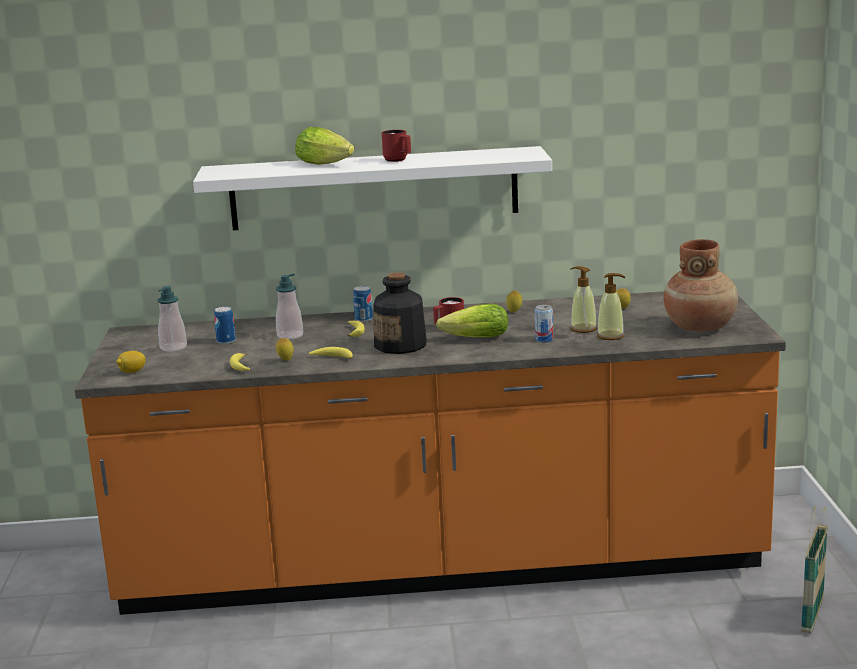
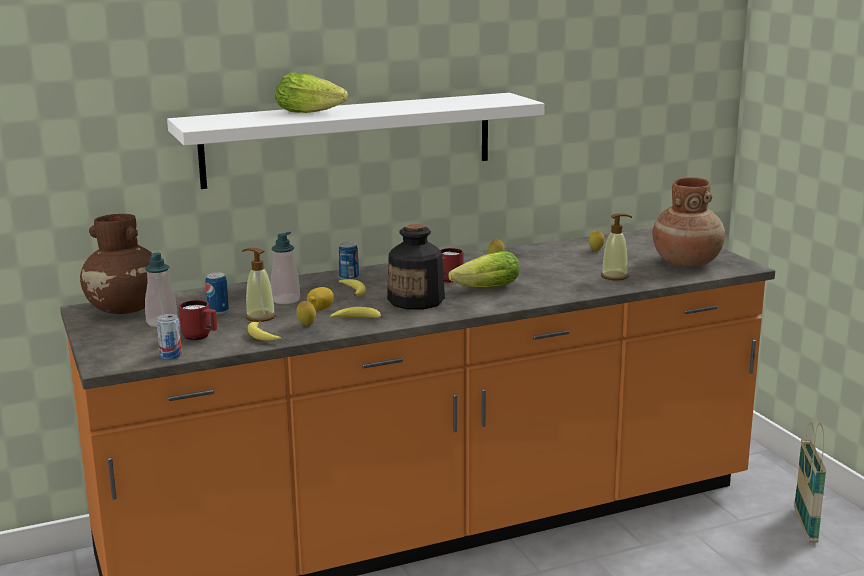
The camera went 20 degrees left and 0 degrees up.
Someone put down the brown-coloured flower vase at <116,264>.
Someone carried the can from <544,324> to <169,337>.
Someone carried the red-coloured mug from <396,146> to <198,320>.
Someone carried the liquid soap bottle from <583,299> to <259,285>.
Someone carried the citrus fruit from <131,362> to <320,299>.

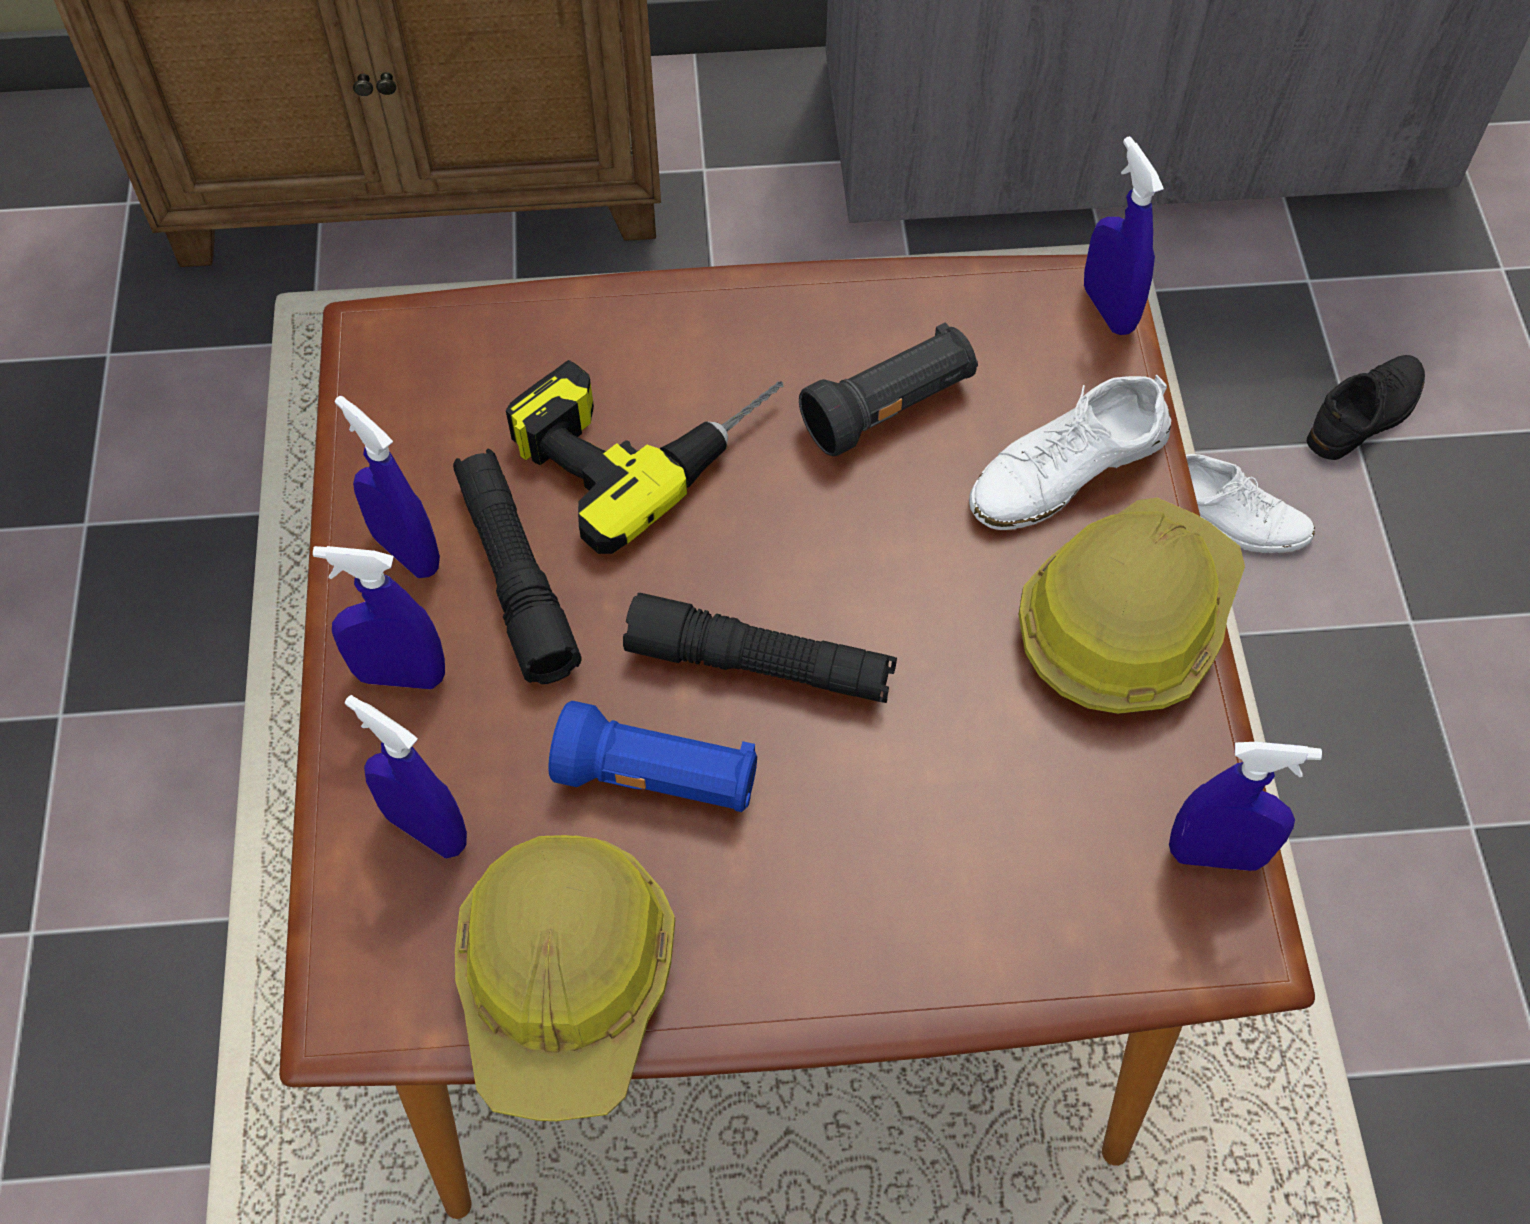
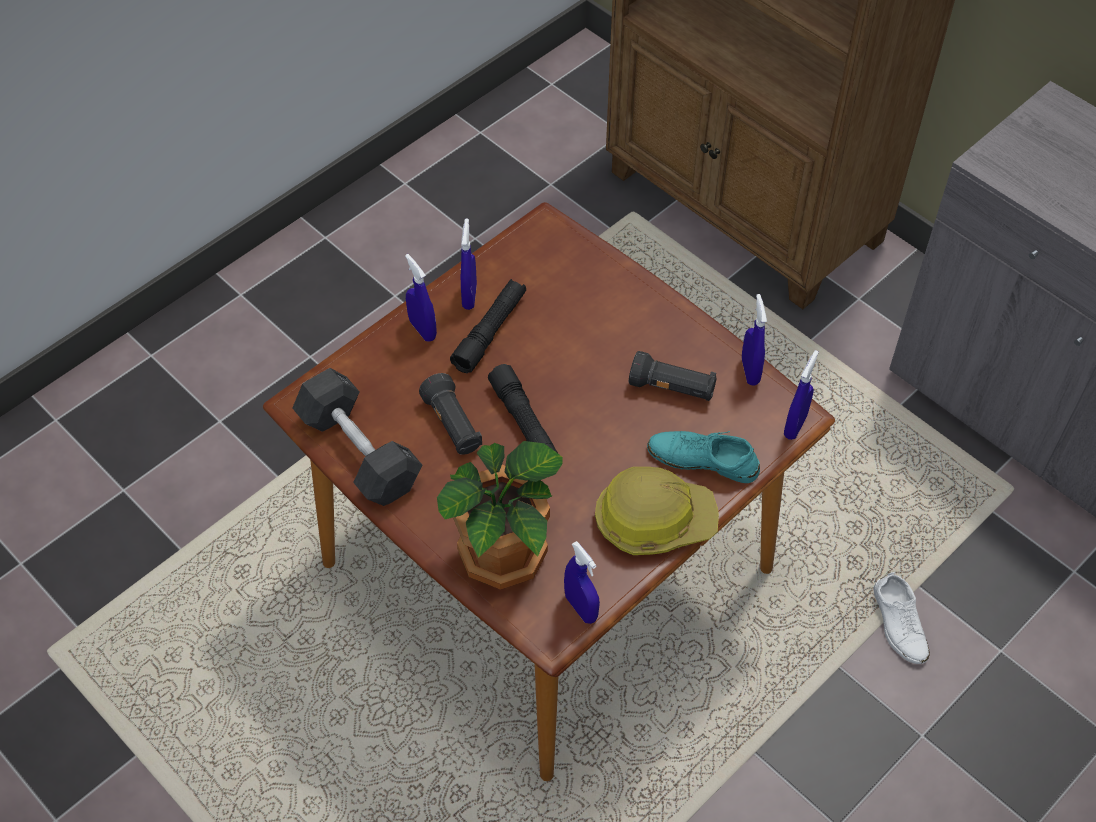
The camera went 50 degrees right and 5 degrees down.
Someone swapped the safety helmet at <565,978> for the greyish hand weight at <357,437>.
Someone repainted the blue torch at <652,756>, which became the blackish torch at <450,414>.
Someone put down the potted plant at <500,515>.
Someone repainted the white-coloured shoe at <1070,452>, which became the turquoise-coloured shoe at <703,457>.
Someone carried the blue spray bottle from <406,776> to <754,340>.
Someone took away the electric drill at <645,457>.
Someone took away the blackish shoe at <1366,407>.

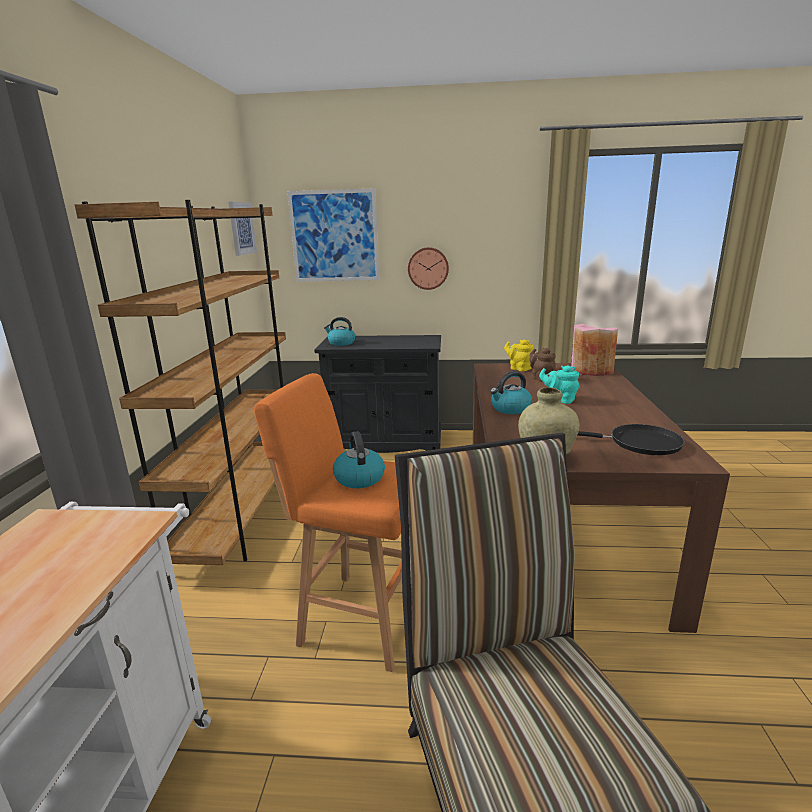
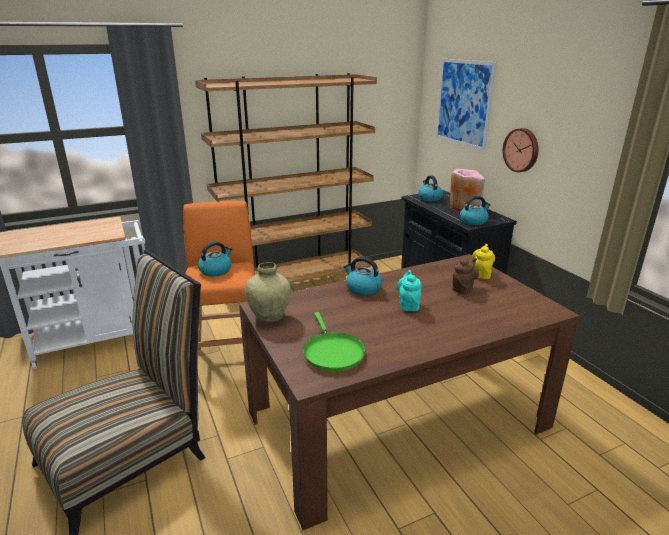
The camera went 60 degrees right and 5 degrees up.
Someone repainted the blackish pan at <631,439>, which became the green-coloured pan at <334,341>.
Someone carried the pink-coloured flower vase from <594,350> to <467,190>.
Someone put down the tea kettle at <475,210>.
Someone took away the picture at <243,229>.

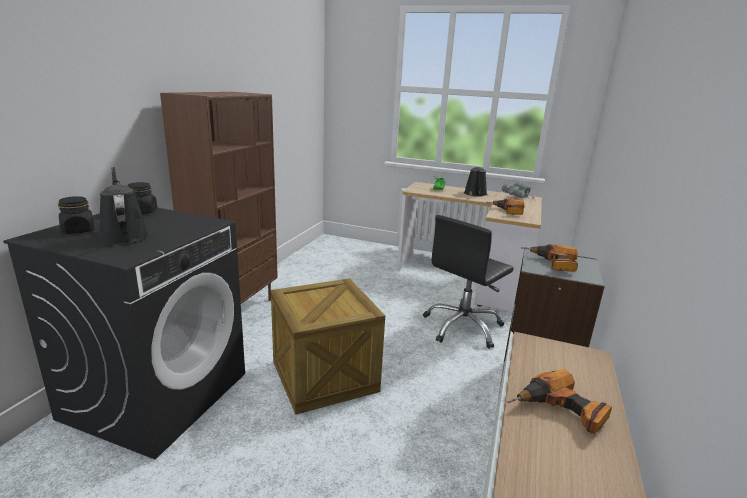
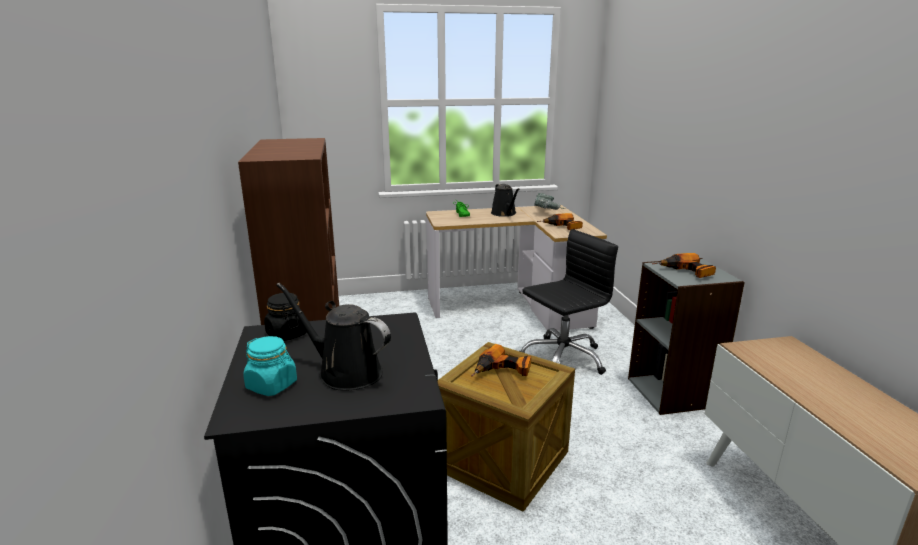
The camera went 30 degrees left and 0 degrees up.
Someone repainted the blackish preserve jar at <76,215>, which became the turquoise-coloured preserve jar at <270,366>.
Someone carried the electric drill from <560,402> to <501,360>.
Someone rotated the blackish office chair at <468,282> by 135 degrees counterclockwise.

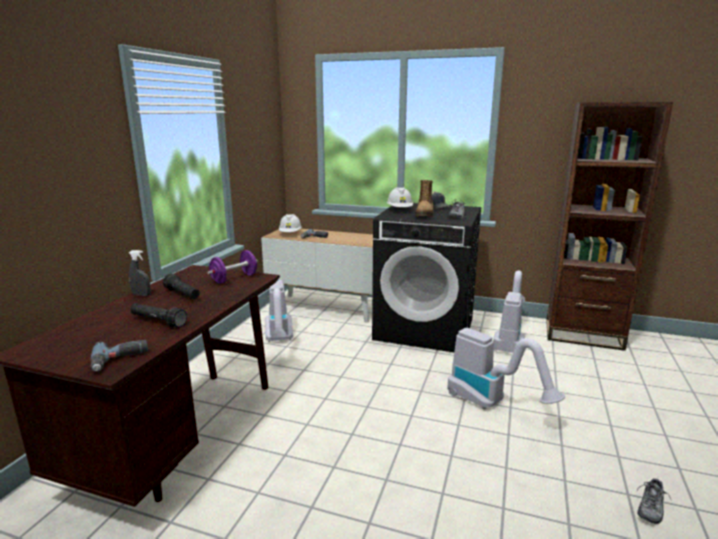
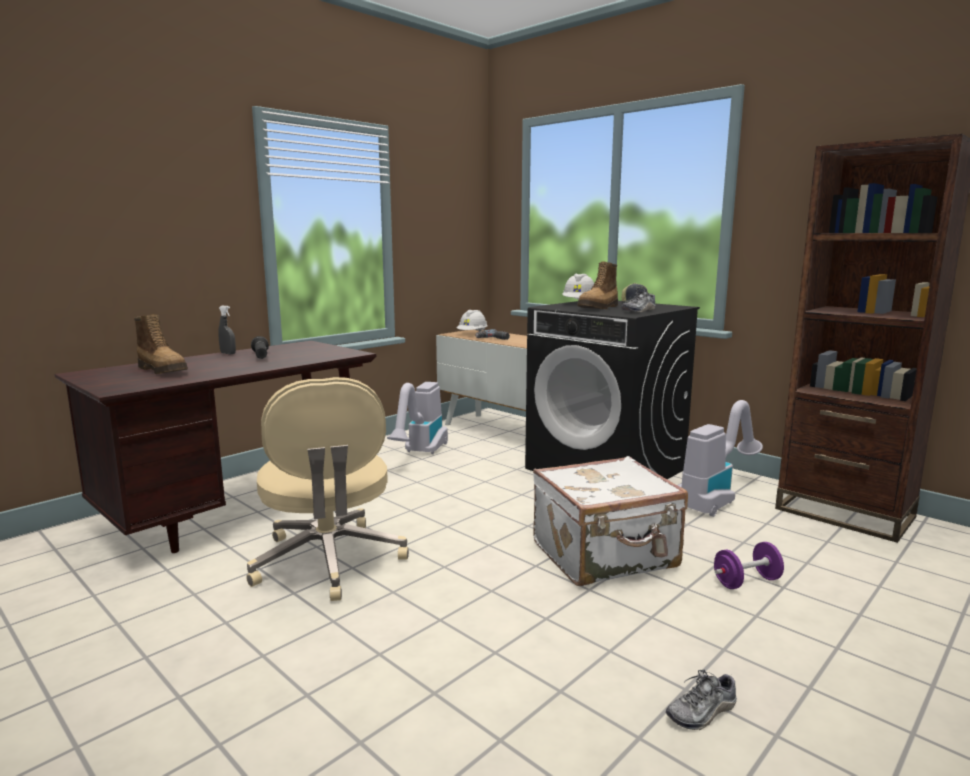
The camera went 25 degrees right and 5 degrees down.
Someone put down the high-top boot at <161,344>.
Someone put down the beige office chair at <327,489>.
Someone swapped the vacuum cleaner at <506,368> for the white-coloured suitcase at <610,521>.
Someone carried the purplish hand weight from <233,267> to <749,565>.
Someone took away the electric drill at <119,356>.
Someone took away the blackish torch at <158,315>.

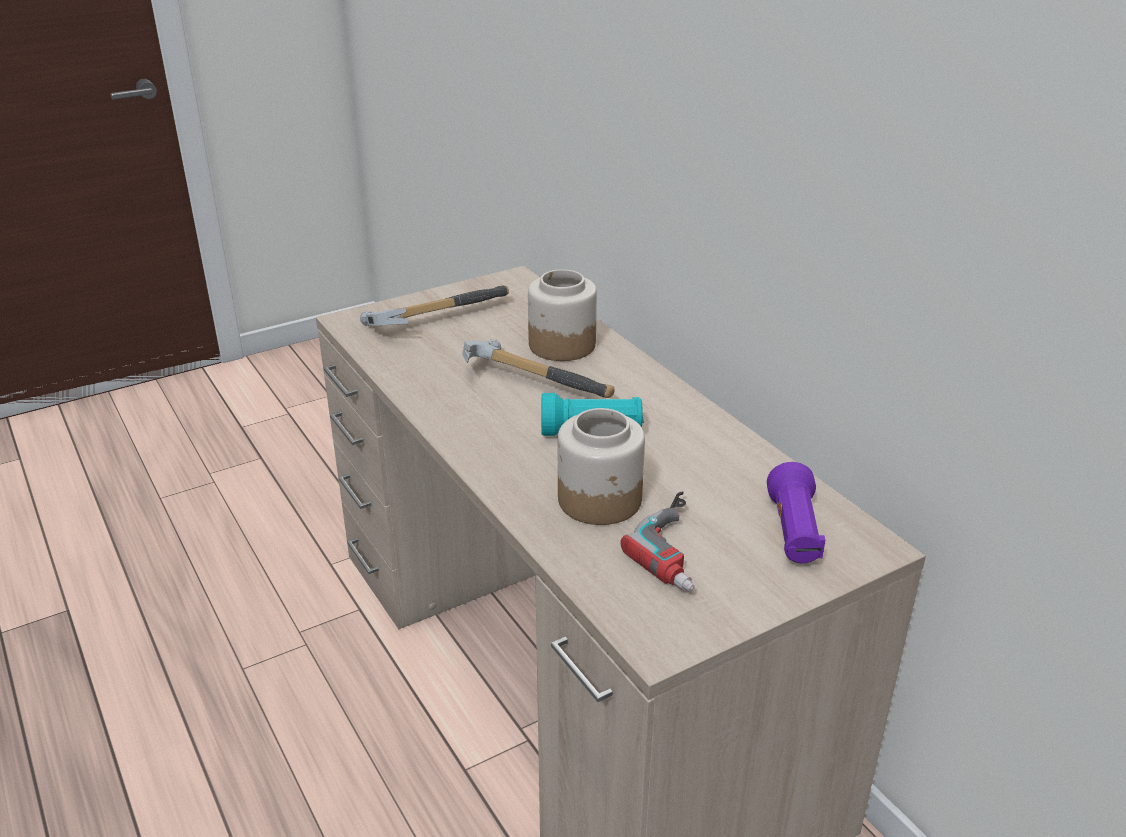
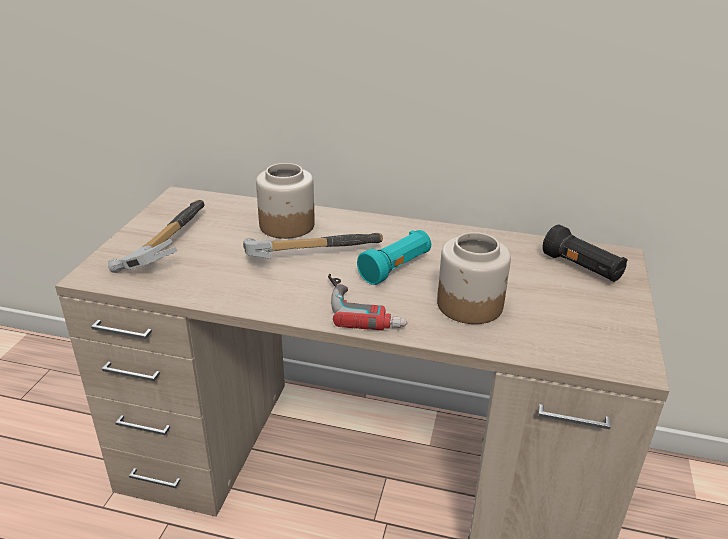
The camera went 45 degrees left and 0 degrees up.
Someone carried the electric drill from <657,541> to <367,302>.
Someone repainted the purplish torch at <796,512>, which became the blackish torch at <585,253>.

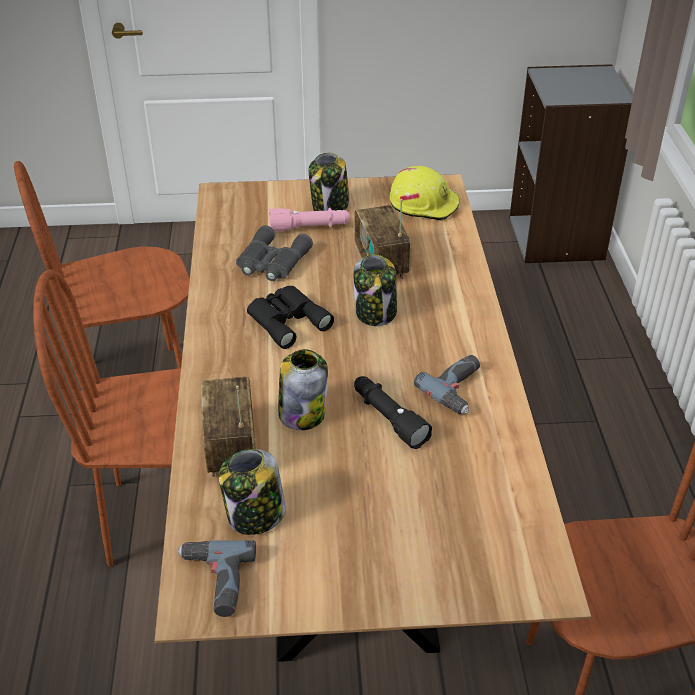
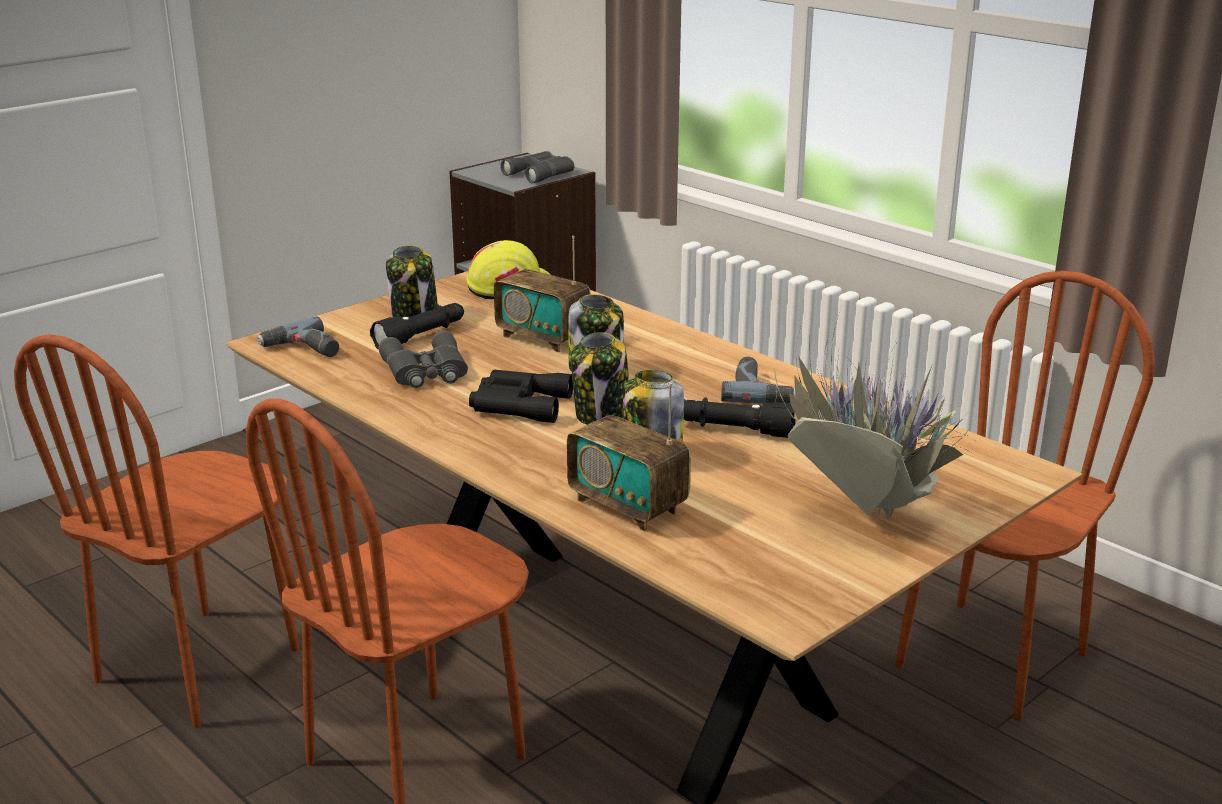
The camera went 40 degrees left and 15 degrees down.
Someone carried the electric drill from <217,578> to <298,336>.
Someone repainted the pink-coloured torch at <309,220>, which became the blackish torch at <417,326>.
Someone put down the greyish binoculars at <537,167>.
Someone carried the preserve jar from <252,492> to <600,378>.
Someone put down the potted plant at <892,411>.

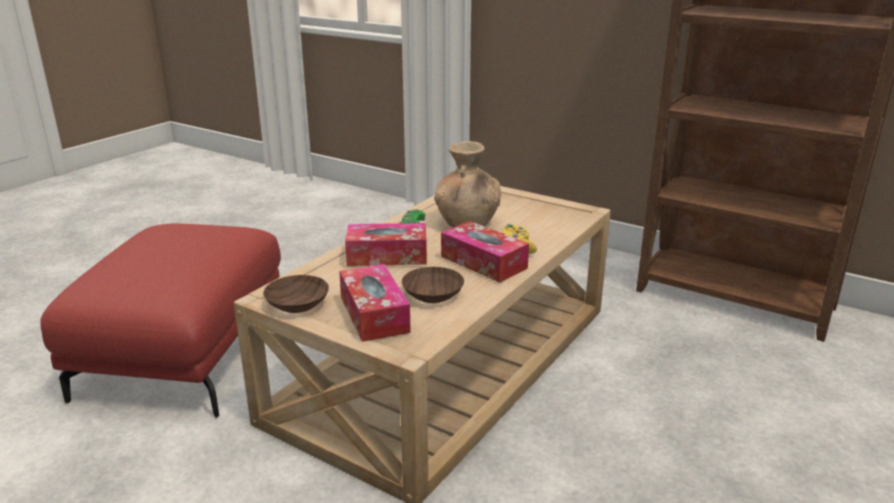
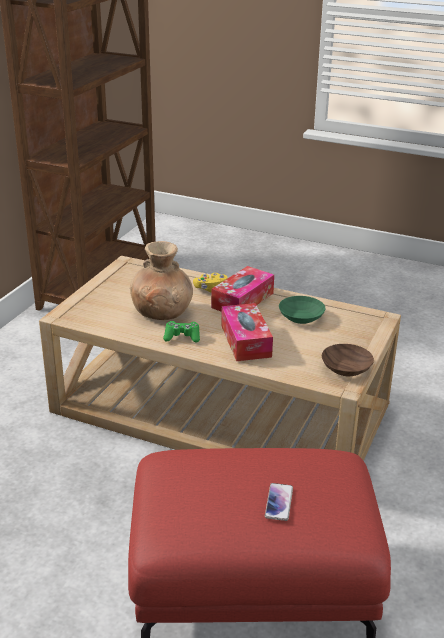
The camera went 100 degrees left and 5 degrees up.
Someone put down the handset at <279,502>.
Someone repainted the brown-coloured deep dish at <433,285>, which became the green-coloured deep dish at <302,310>.
Someone took away the box of tissues at <375,303>.

